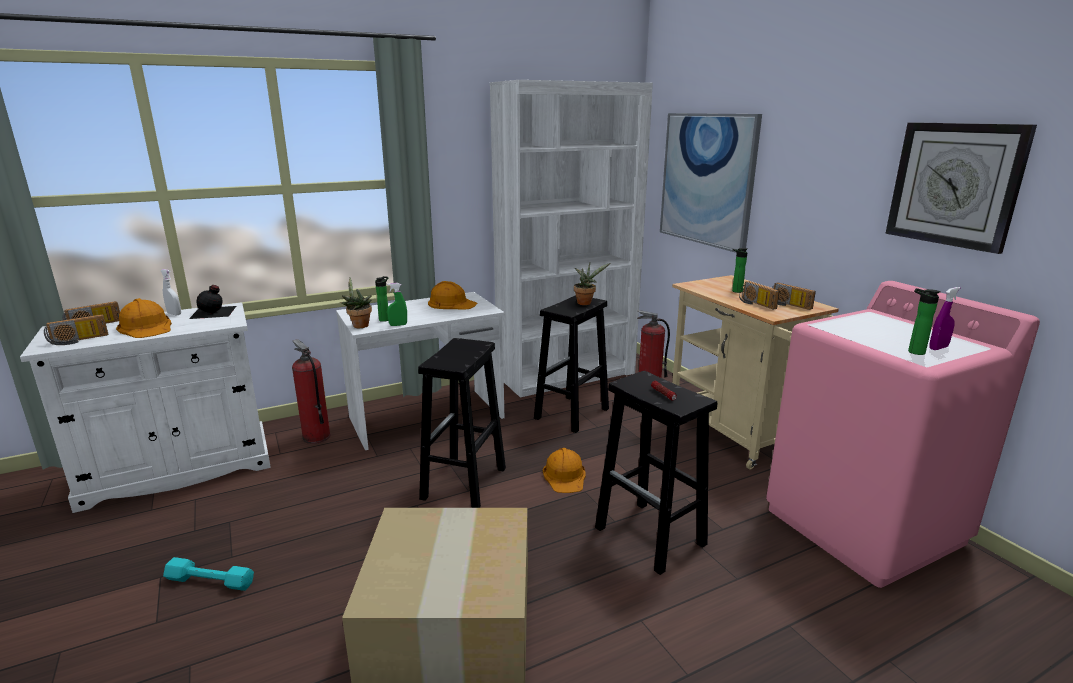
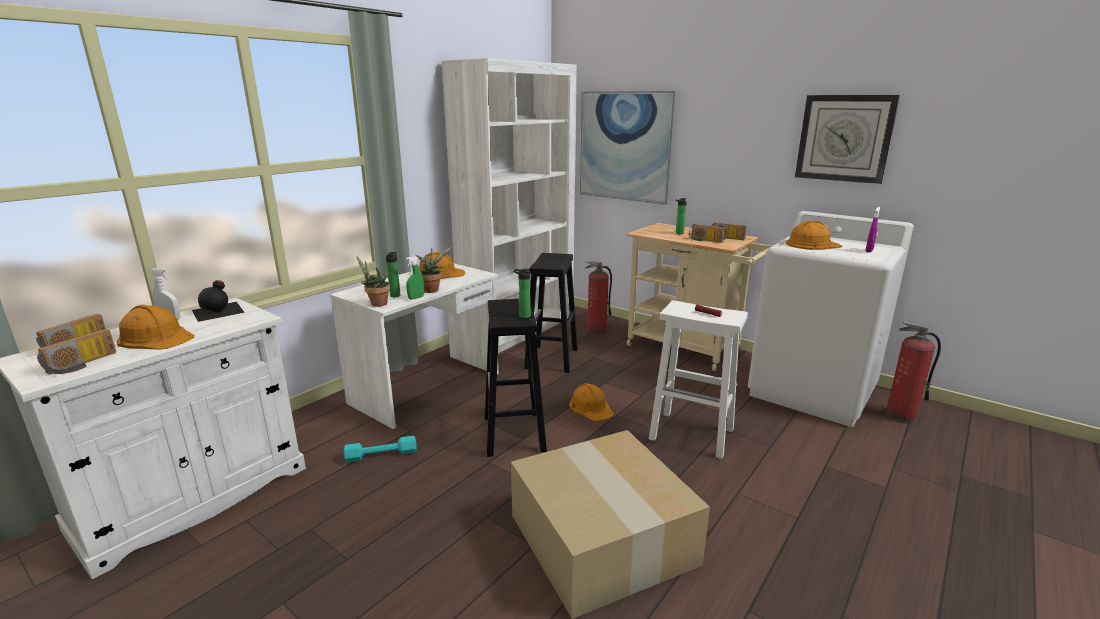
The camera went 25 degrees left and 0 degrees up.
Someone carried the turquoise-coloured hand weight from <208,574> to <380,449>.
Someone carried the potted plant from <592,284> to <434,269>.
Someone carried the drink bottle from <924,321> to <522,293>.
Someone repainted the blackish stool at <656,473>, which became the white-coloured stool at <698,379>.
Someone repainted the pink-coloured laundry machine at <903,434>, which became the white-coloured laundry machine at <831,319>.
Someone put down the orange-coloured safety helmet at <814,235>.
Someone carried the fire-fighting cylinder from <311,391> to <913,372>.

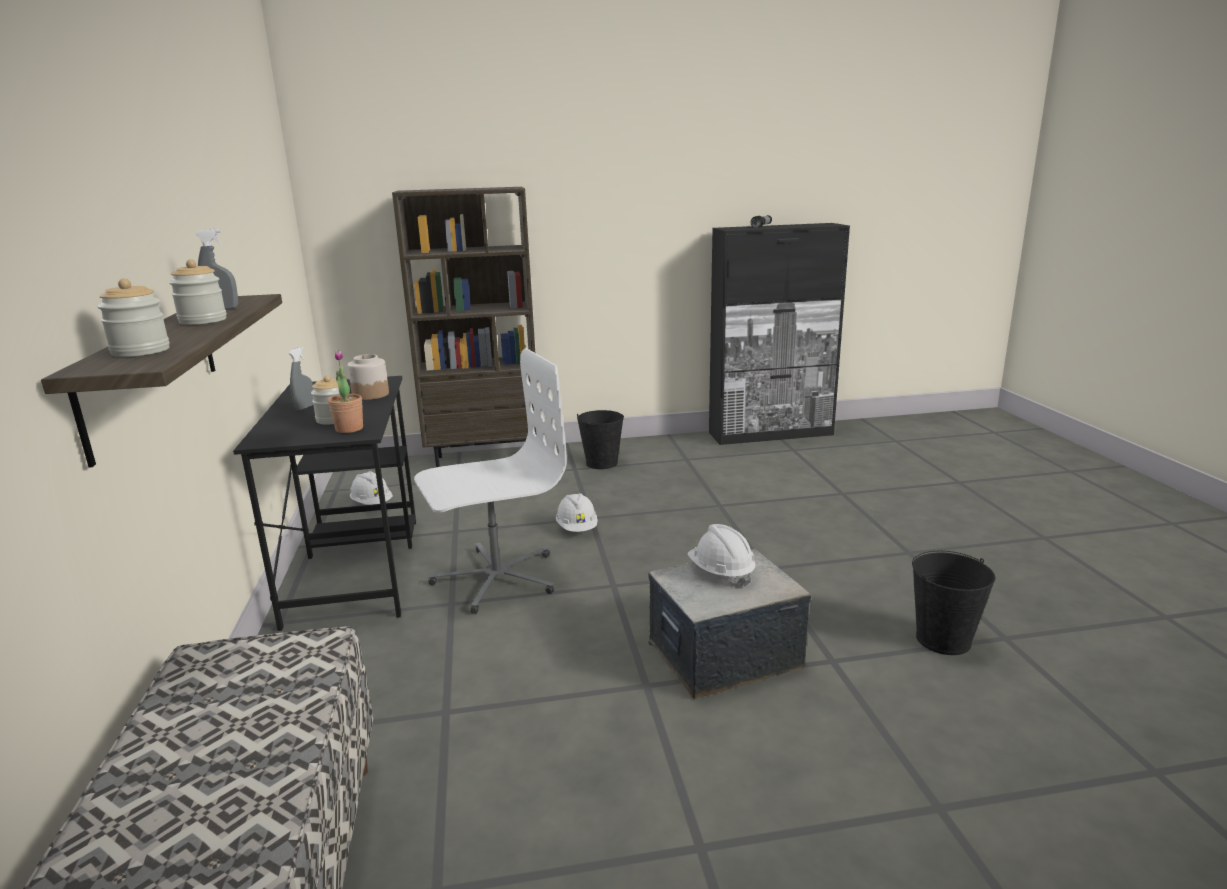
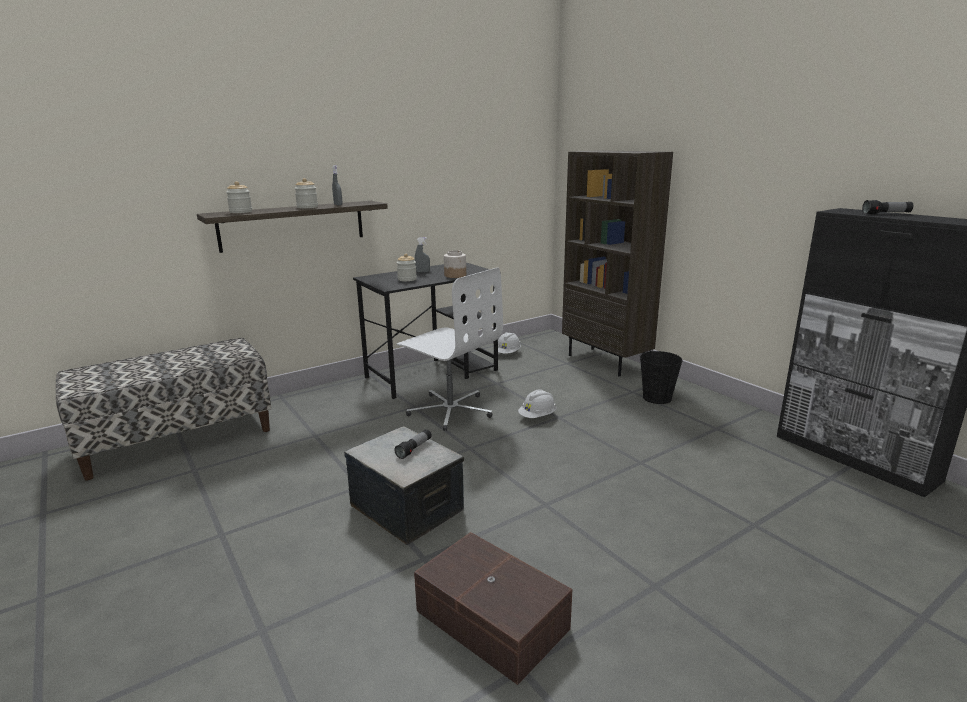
The camera went 65 degrees right and 0 degrees up.
Someone swapped the white-coloured safety helmet at <721,555> for the torch at <413,444>.
Someone swapped the blackish pail at <953,603> for the brown-coloured storage box at <493,608>.
Someone took away the potted plant at <345,391>.

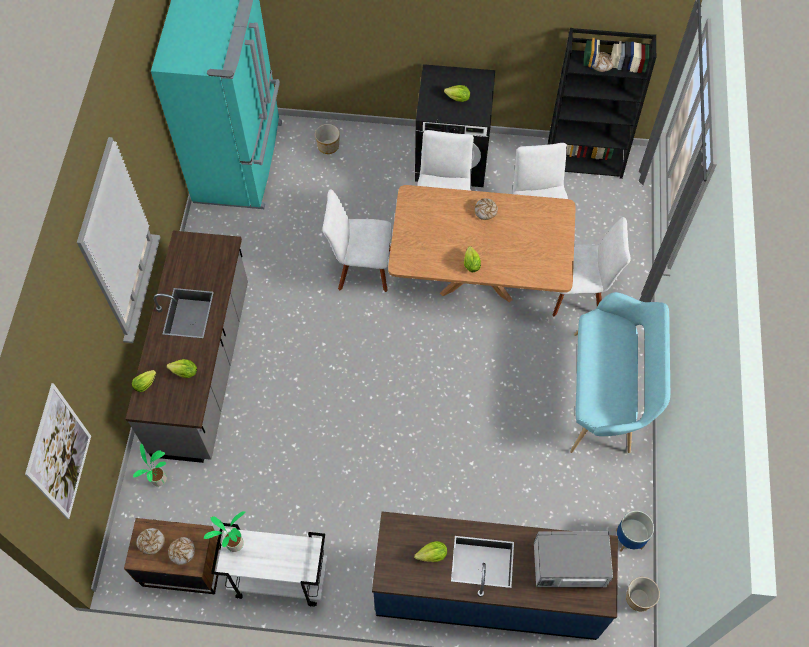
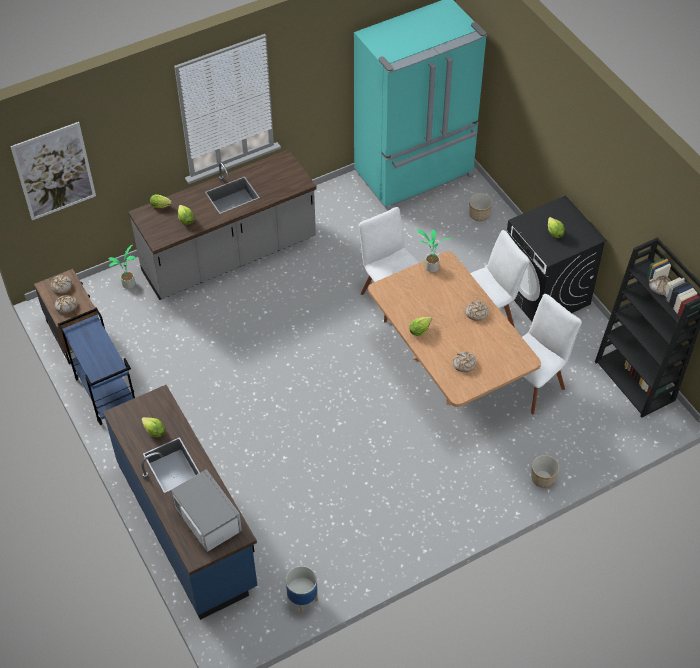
The camera went 55 degrees right and 10 degrees down.
Someone repainted the white-coloured trolley at <269,565>, which became the blue trolley at <96,366>.
Someone carried the potted plant from <224,531> to <434,251>.
Someone put down the bakery bread at <464,362>.
Someone carried the plant pot from <643,594> to <545,471>.
Someone took away the white-coloured chair at <592,267>.
Someone took away the turquoise-coloured indoor bench at <620,372>.

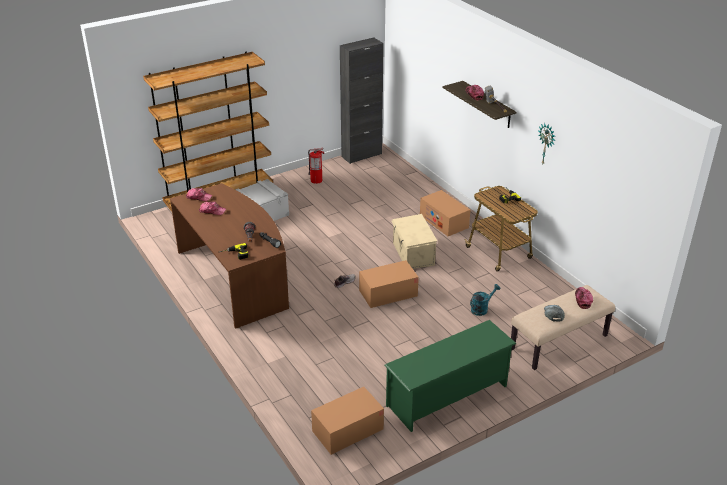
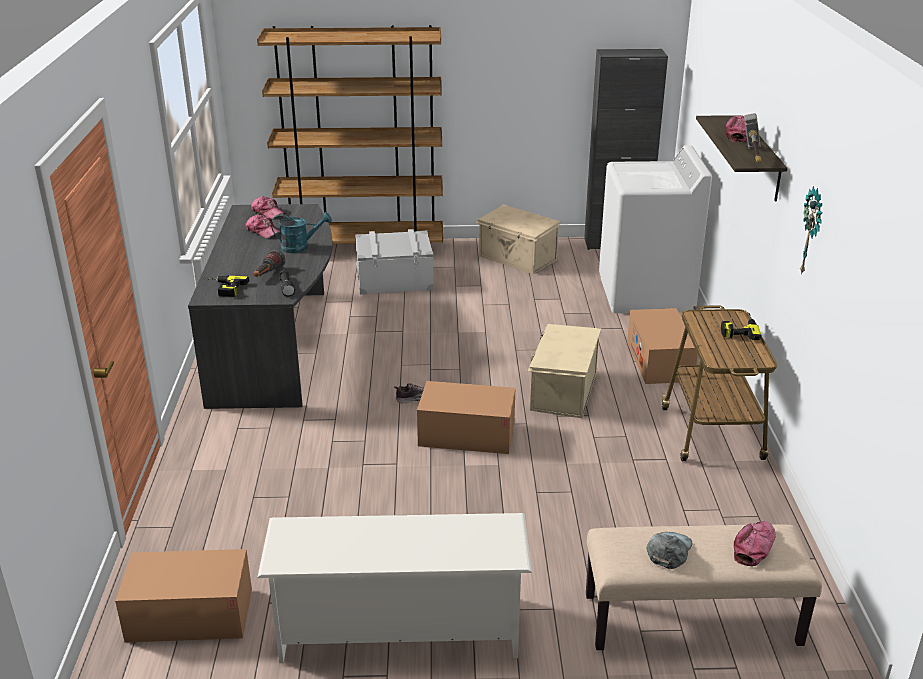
The camera went 30 degrees right and 5 degrees down.
Someone repainted the brown-coloured desk at <229,256>, which became the greyish desk at <260,306>.
Someone repainted the green-coloured shoe stand at <450,376>, which became the white-coloured shoe stand at <394,588>.
Someone carried the turquoise-coloured watering can from <485,300> to <301,232>.
Someone swapped the fire-fighting cylinder at <316,166> for the beige storage box at <518,239>.
Someone put down the white-coloured laundry machine at <655,229>.

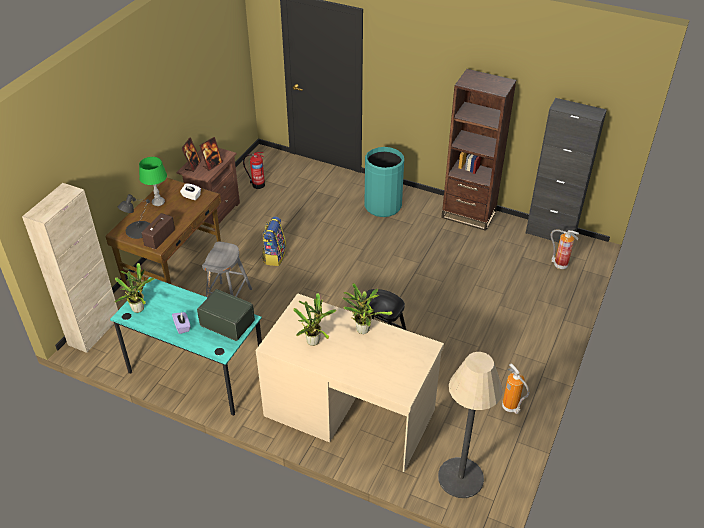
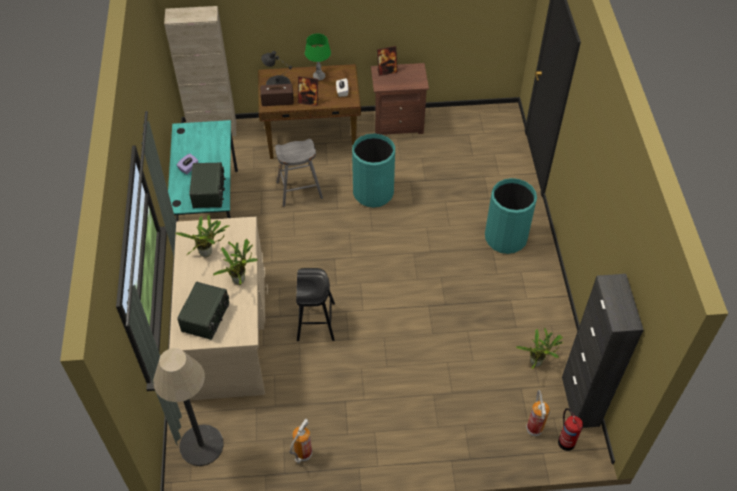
The camera went 60 degrees right and 10 degrees up.
Someone put down the radio at <203,311>.
Someone carried the standing frame from <211,154> to <308,91>.
Someone swapped the knapsack at <274,241> for the turquoise-coloured rubbish bin at <373,170>.
Someone carried the potted plant from <135,288> to <539,348>.
Someone carried the fire-fighting cylinder from <254,170> to <570,429>.
Someone took away the brown-coloured shelving unit at <478,150>.

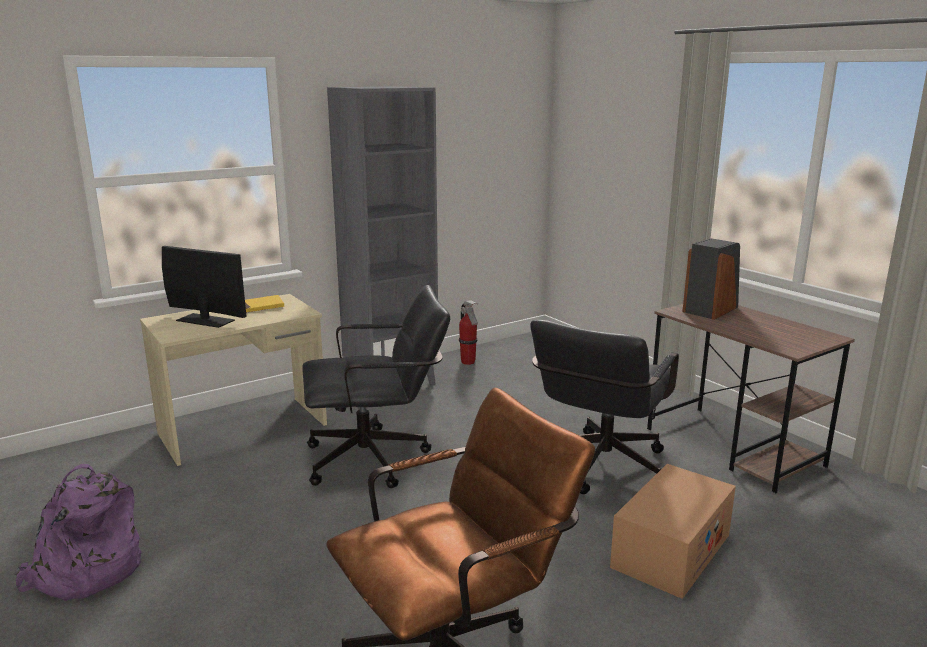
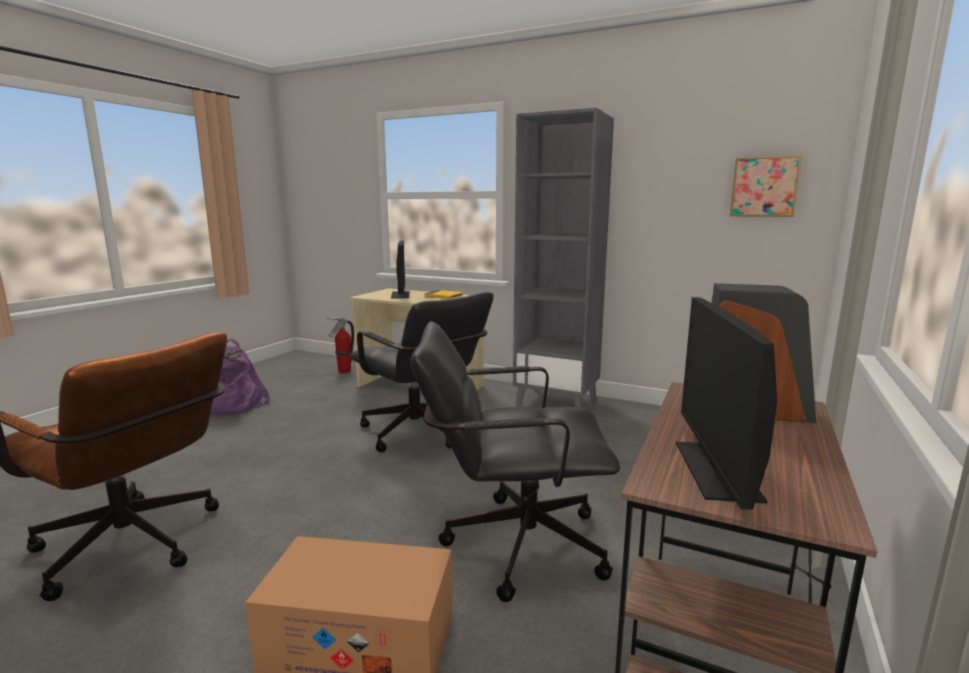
The camera went 60 degrees right and 5 degrees down.
Someone carried the fire-fighting cylinder from <468,333> to <340,345>.
Someone put down the monitor at <726,403>.
Someone put up the picture at <766,186>.

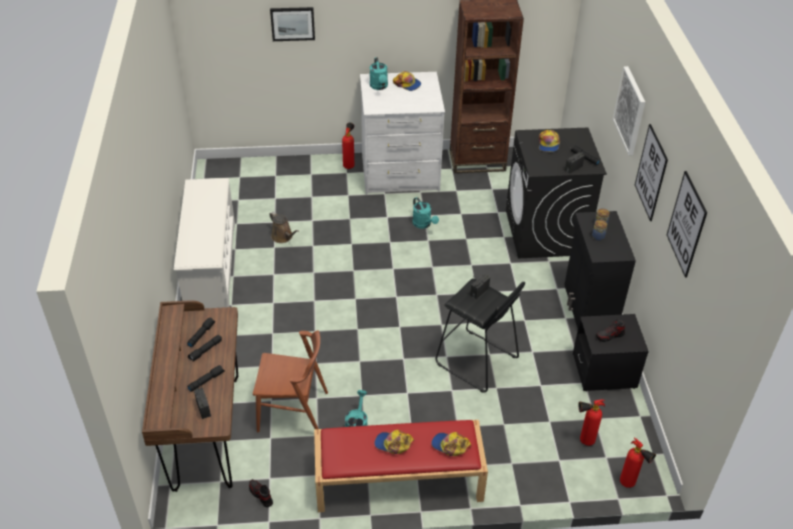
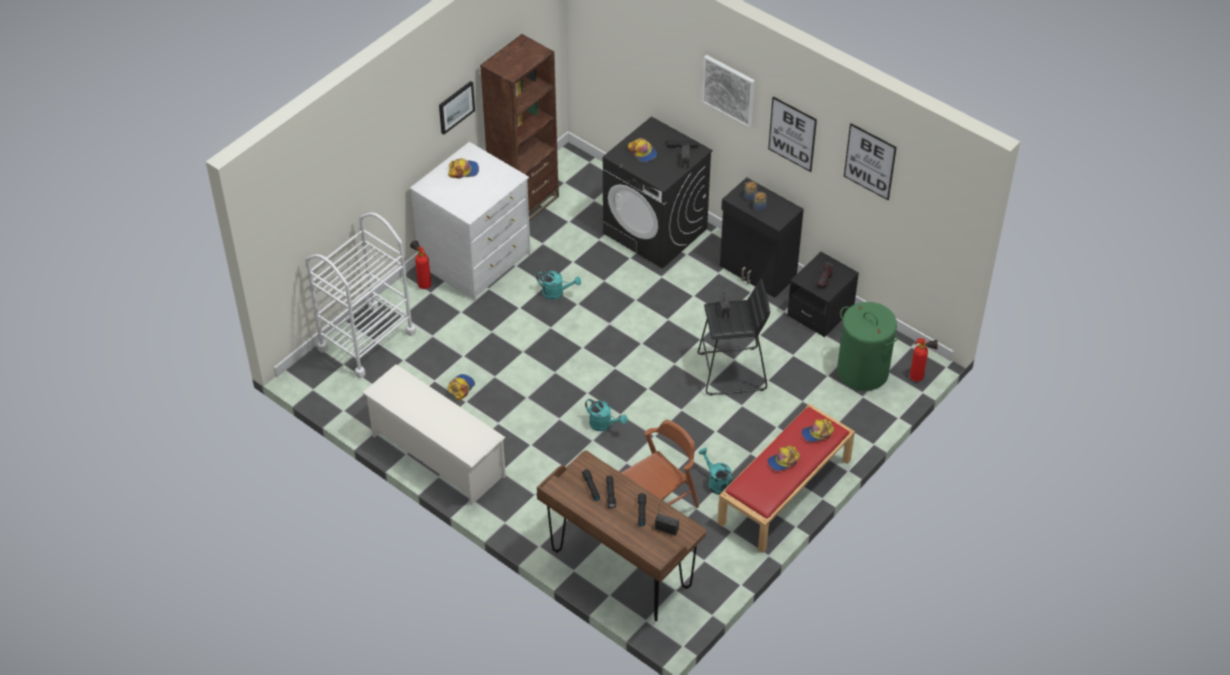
The camera went 45 degrees left and 5 degrees up.
Someone put down the white-coloured trolley at <361,295>.
Someone carried the picture from <292,24> to <457,108>.
Someone swapped the brown-coloured watering can at <284,227> for the cap at <461,387>.
Someone carried the turquoise-coloured watering can from <379,73> to <606,415>.
Someone swapped the fire-fighting cylinder at <591,423> for the green-coloured washing basket at <868,346>.
Someone took away the shoe at <261,493>.

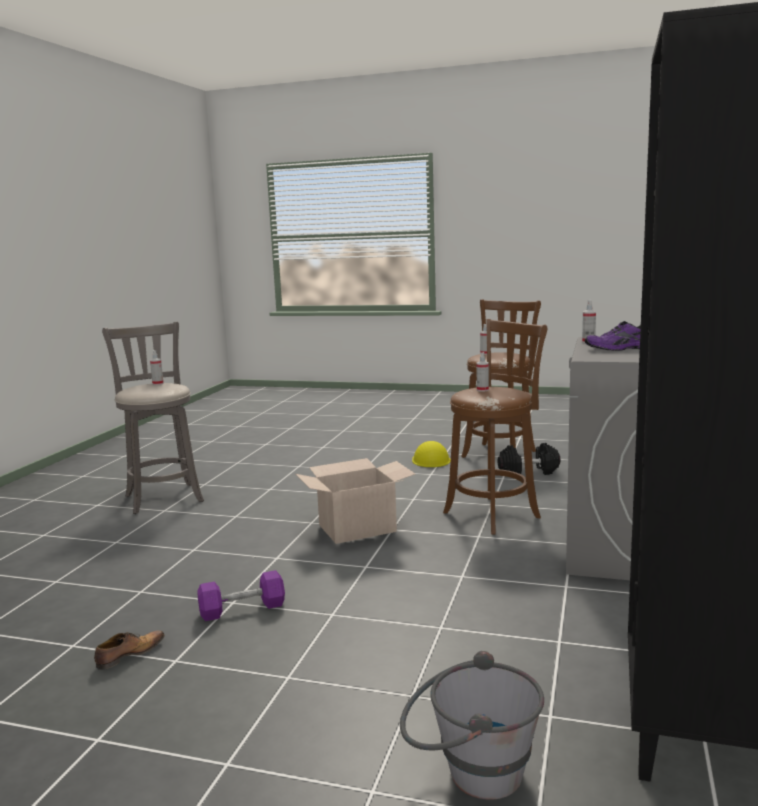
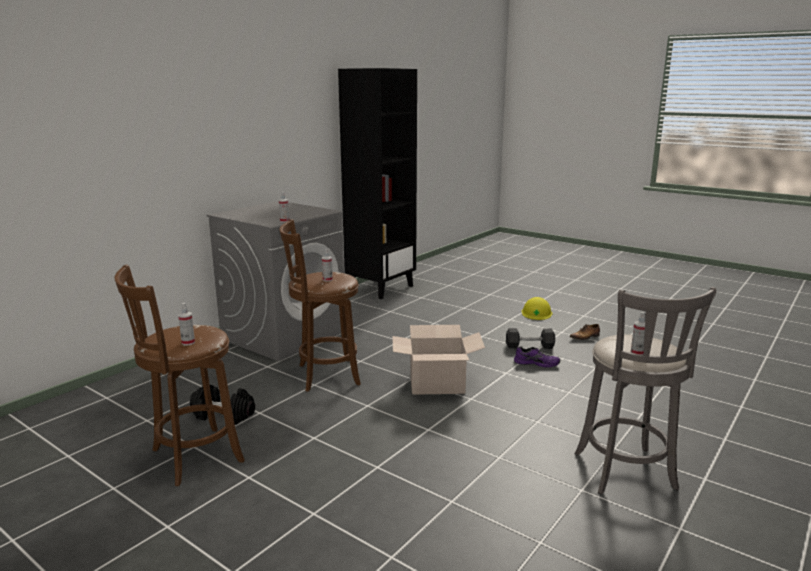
The camera went 160 degrees left and 5 degrees up.
Someone repainted the purplish hand weight at <241,595>, which became the greyish hand weight at <530,338>.
Someone carried the purplish shoe from <613,336> to <537,357>.
Someone carried the yellow safety helmet from <431,454> to <537,308>.
Someone took away the greyish pail at <472,725>.

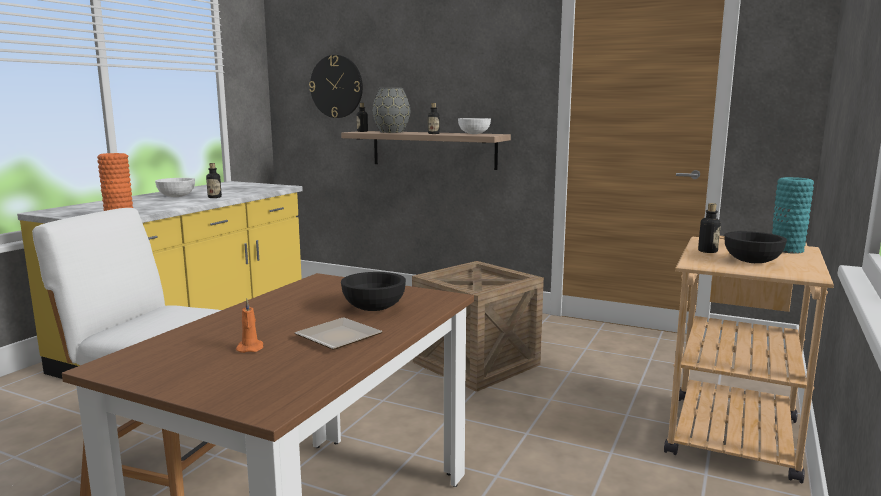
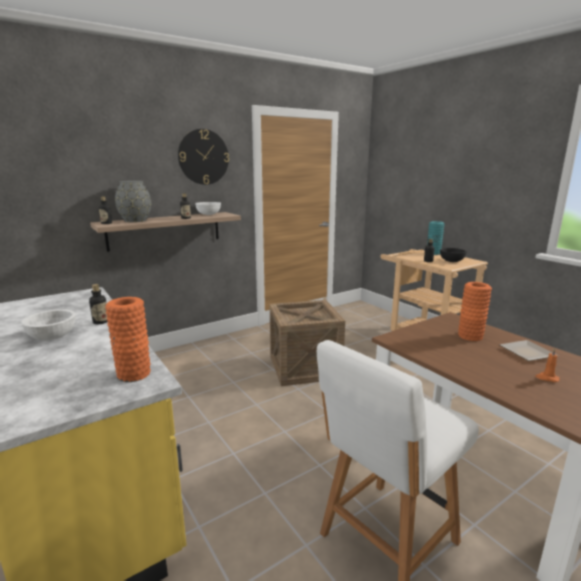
The camera went 60 degrees left and 5 degrees up.
Someone carried the hanging clock from <336,86> to <203,157>.
Someone swapped the blackish deep dish at <373,291> for the orange-coloured flower vase at <475,311>.

